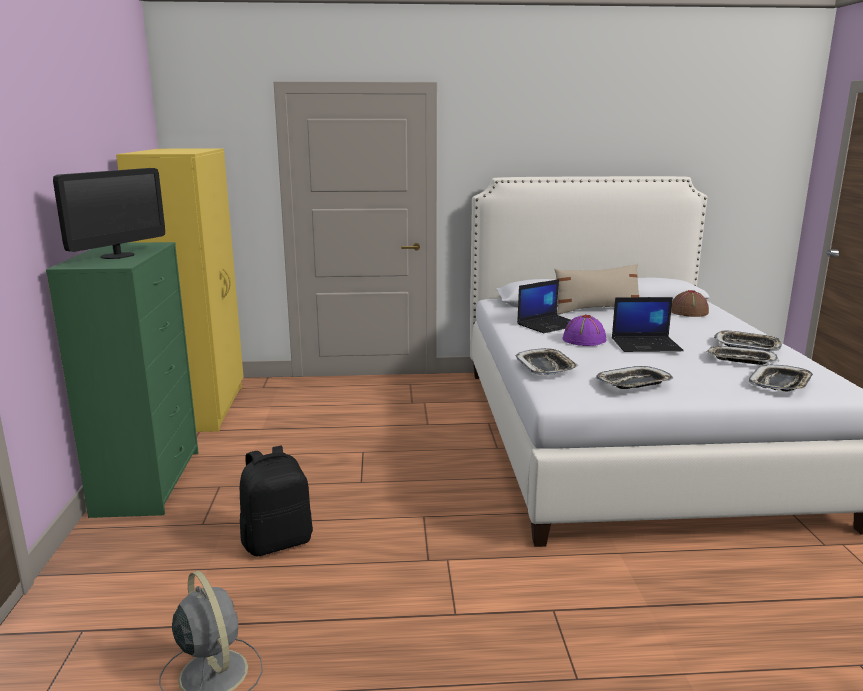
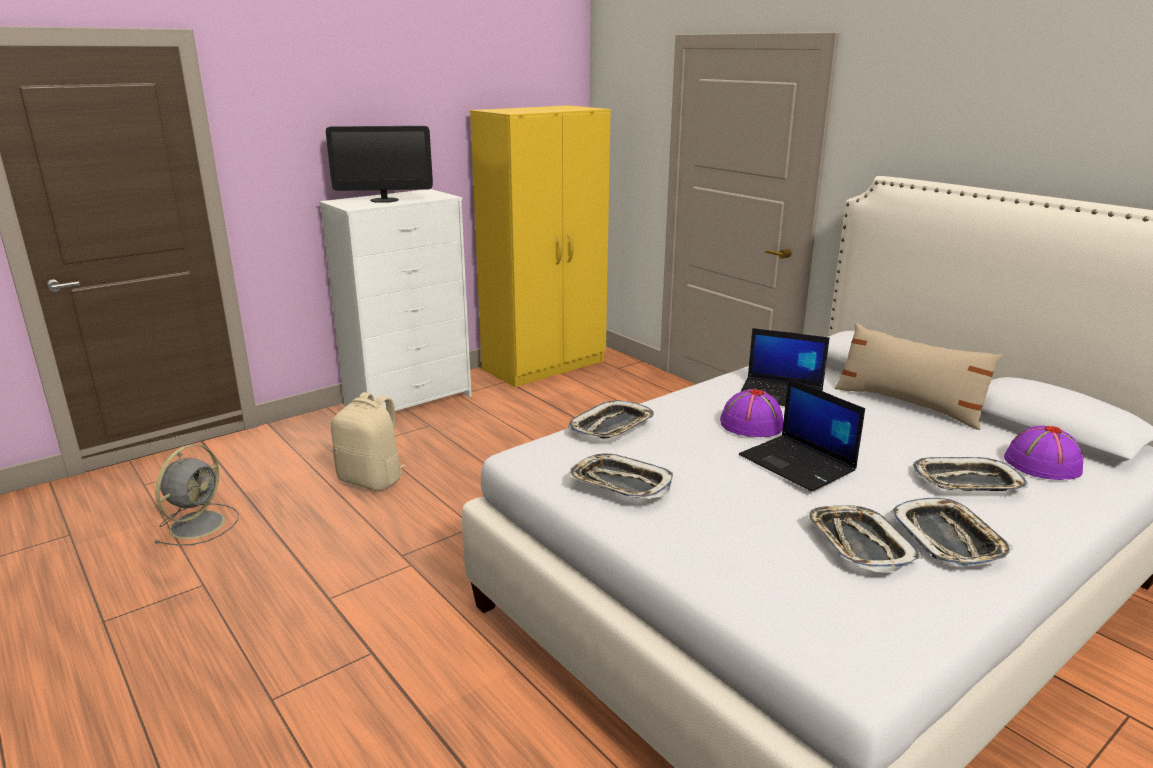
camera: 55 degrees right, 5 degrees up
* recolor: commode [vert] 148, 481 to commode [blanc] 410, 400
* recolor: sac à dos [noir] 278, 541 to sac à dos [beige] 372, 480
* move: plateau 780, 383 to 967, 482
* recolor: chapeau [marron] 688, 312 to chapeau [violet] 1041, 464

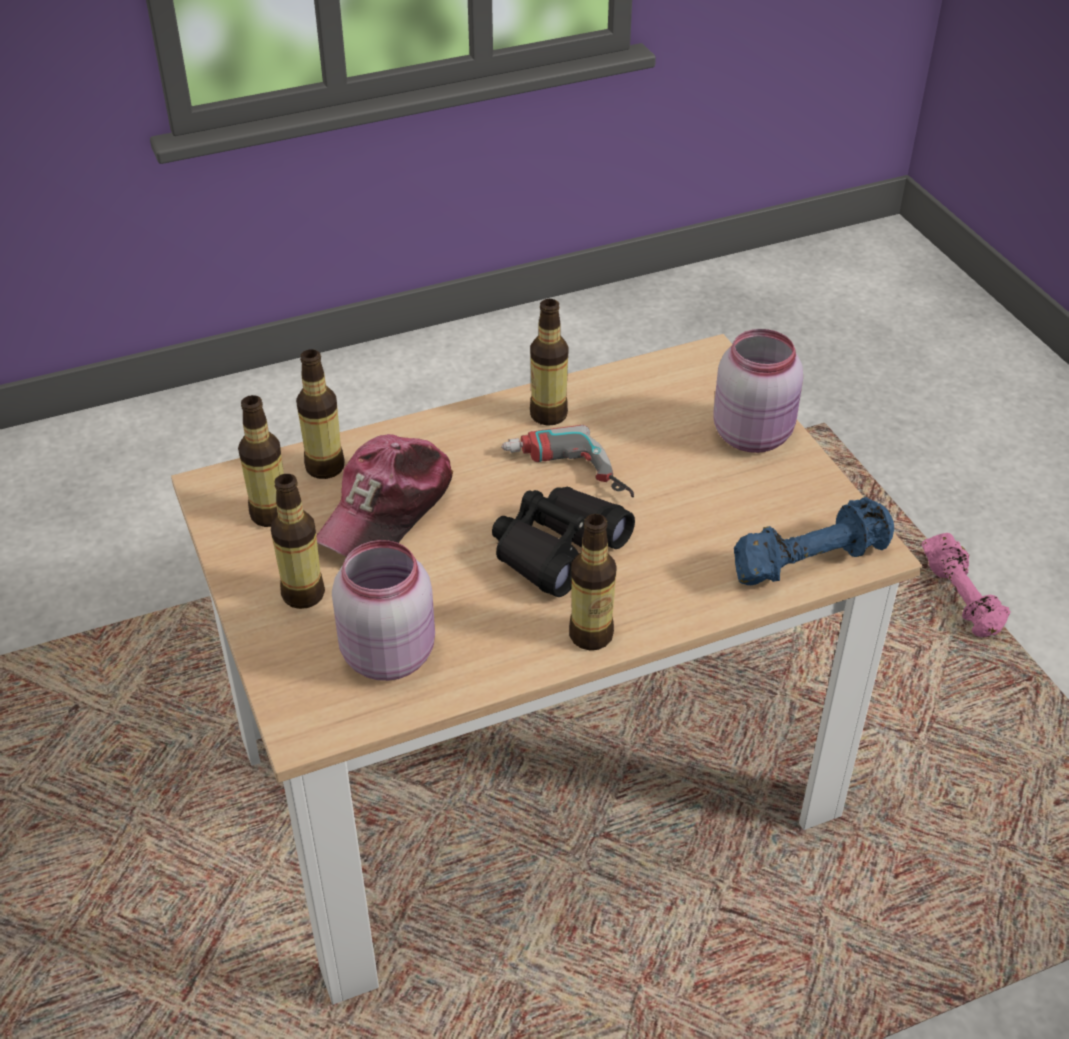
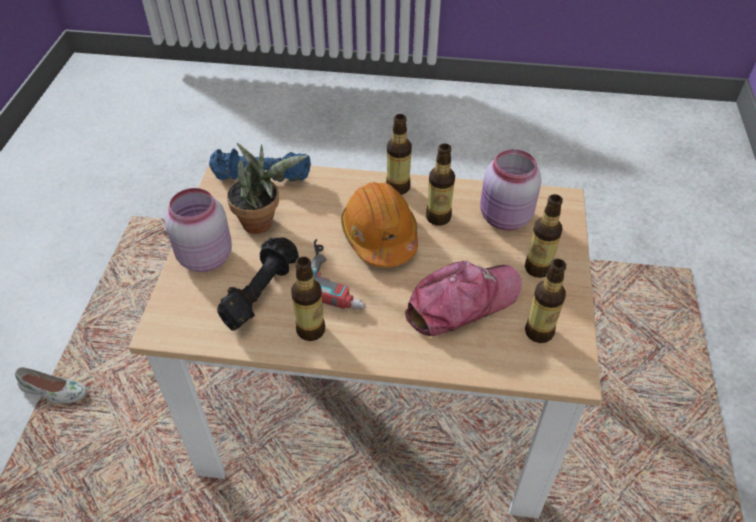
camera: 150 degrees left, 5 degrees up
* replace: haltère [rose] 962, 598 to chaussure [blanc] 54, 391
* insert: haltère [noir] 260, 292
* insert: plante en pot 262, 221
* replace: jumelles [noir] 557, 549 to casque de chantier [orange] 380, 236
* move: bouteille 325, 467 to 438, 217

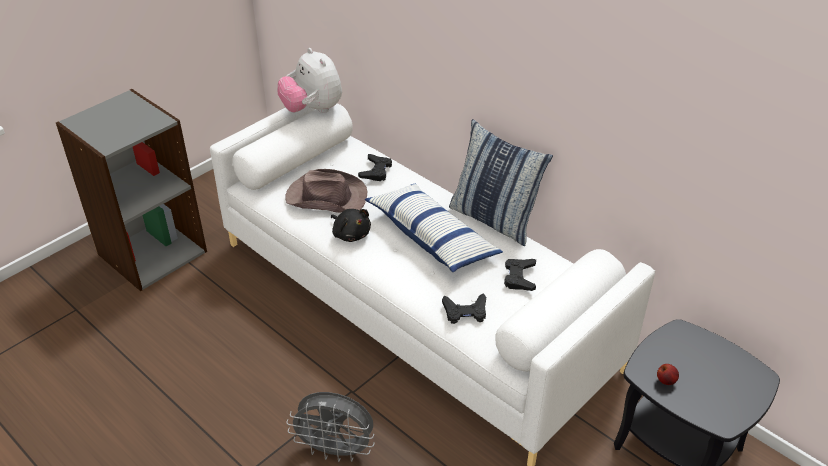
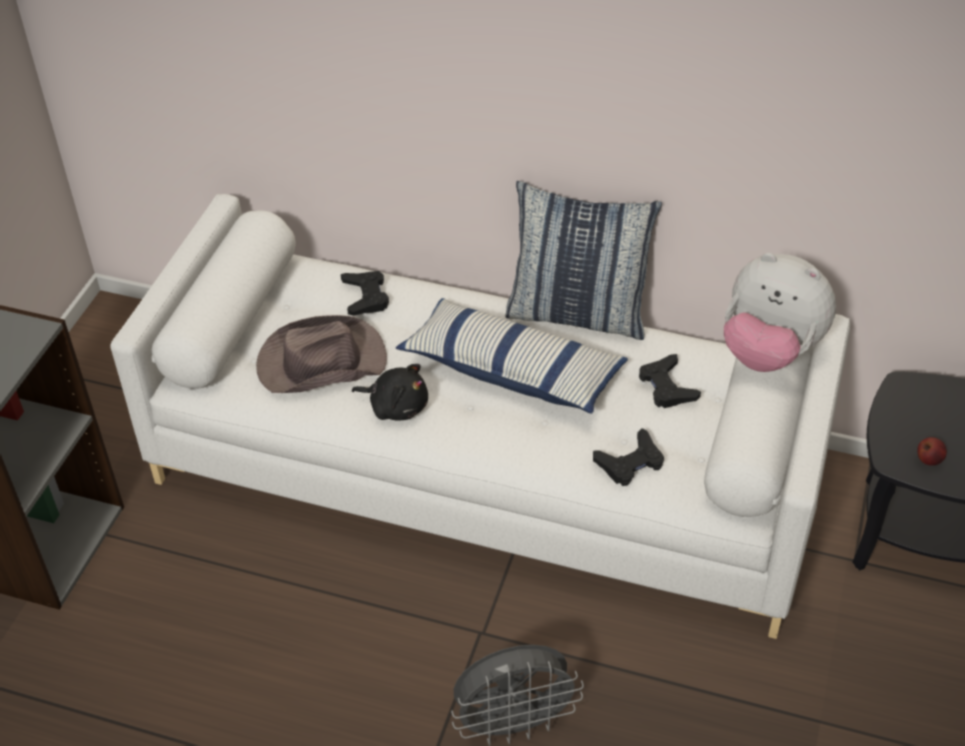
camera: 25 degrees left, 5 degrees up
* move: peluche 312, 110 to 769, 352

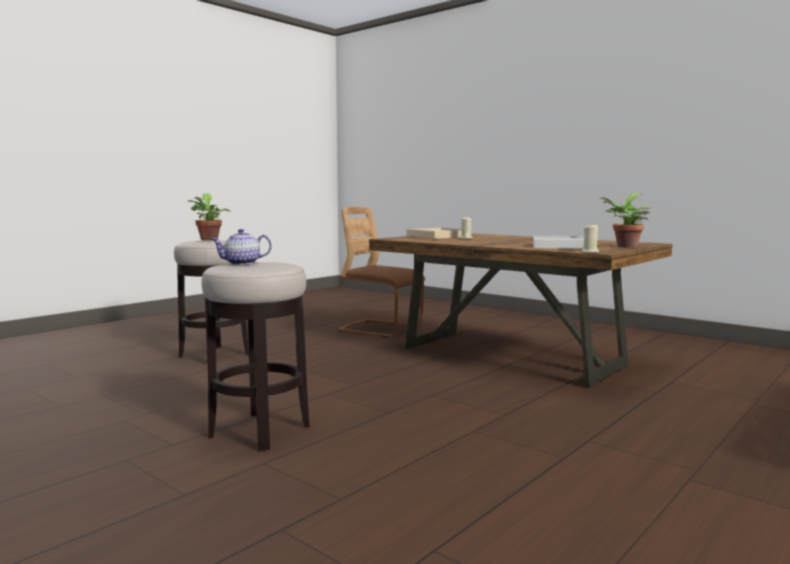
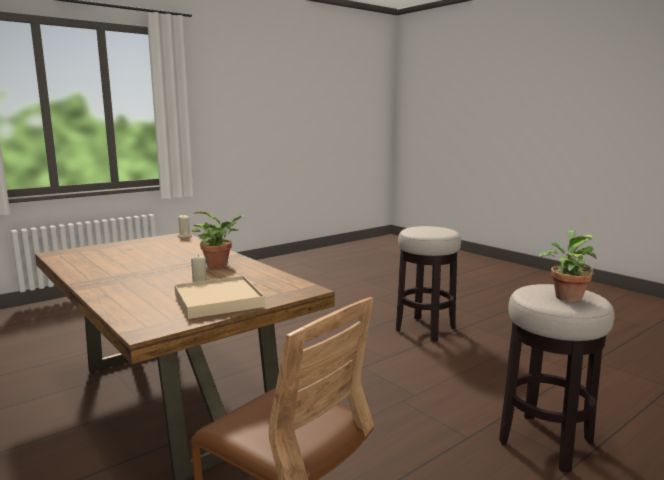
camera: 170 degrees left, 5 degrees up
* move: plante en pot 625, 246 to 220, 265
* delete: théière 242, 263
* delete: plateau [blanc] 562, 246

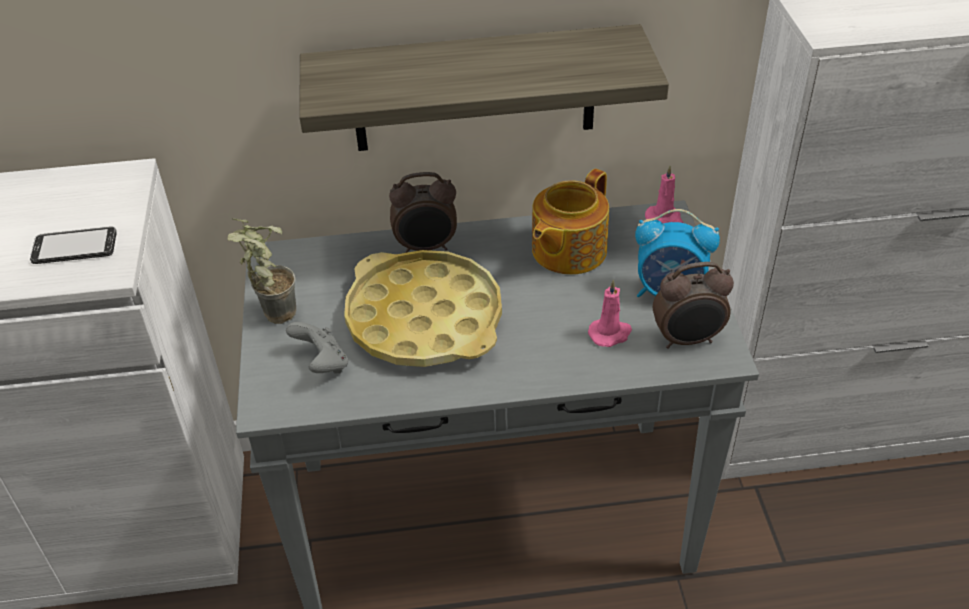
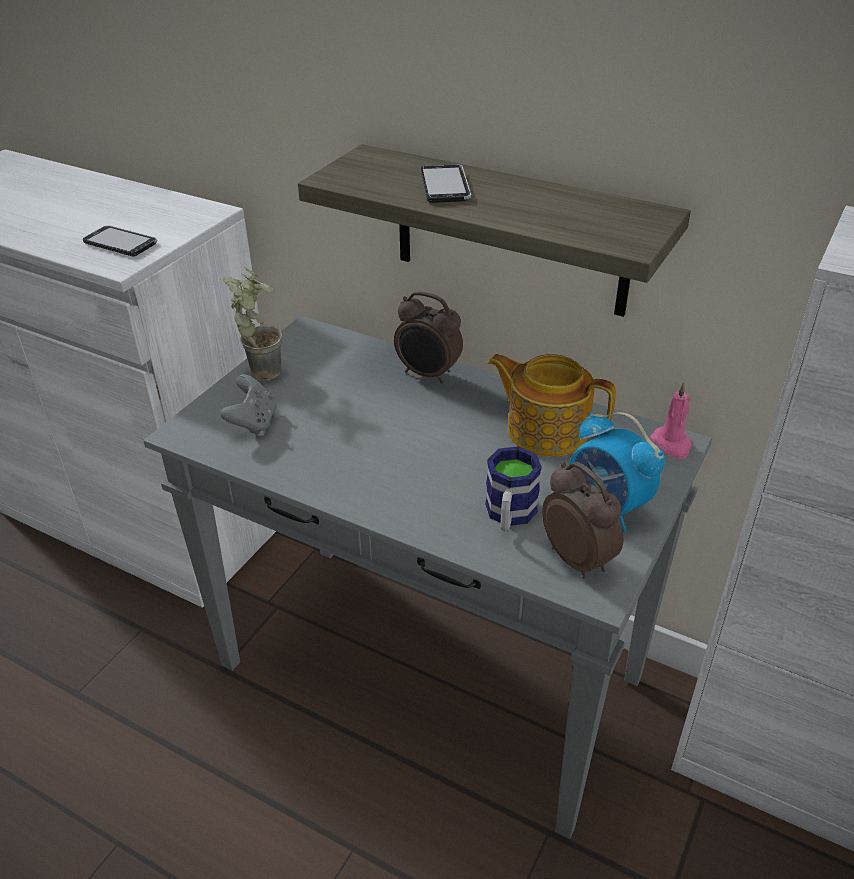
camera: 35 degrees right, 5 degrees down
* insert: téléphone 445, 186
* replace: bougie [rose] 610, 333 to mug 509, 516
* rotate: théière 567, 250 = 546, 429 45 degrees clockwise
* rotate: réveil 687, 340 = 578, 558 150 degrees counterclockwise
* delete: plateau [jaune] 424, 319

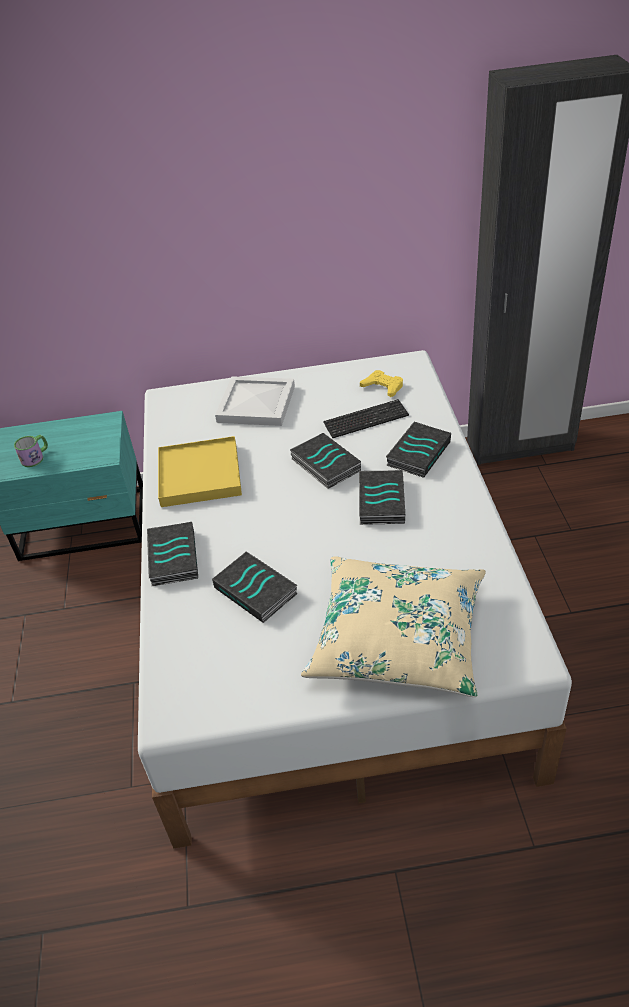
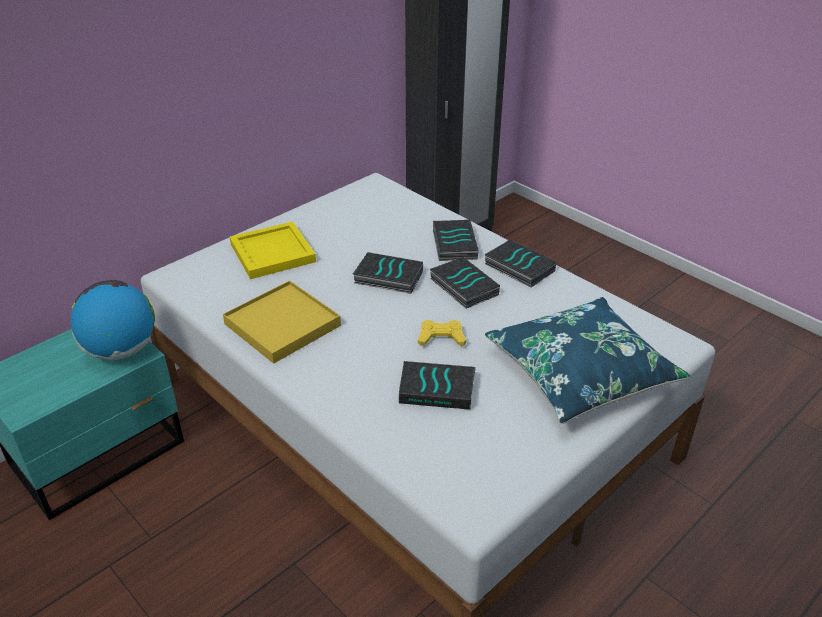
camera: 40 degrees left, 5 degrees down
* insert: globe 121, 350
* recolor: plateau [blanc] 257, 405 to plateau [jaune] 274, 253
* move: manette [jaune] 383, 387 to 441, 337
* move: livre 172, 557 to 518, 268
* recolor: coussin [beige] 398, 637 to coussin [bleu] 581, 372
* delete: mug 36, 457
* delete: clavier 366, 420

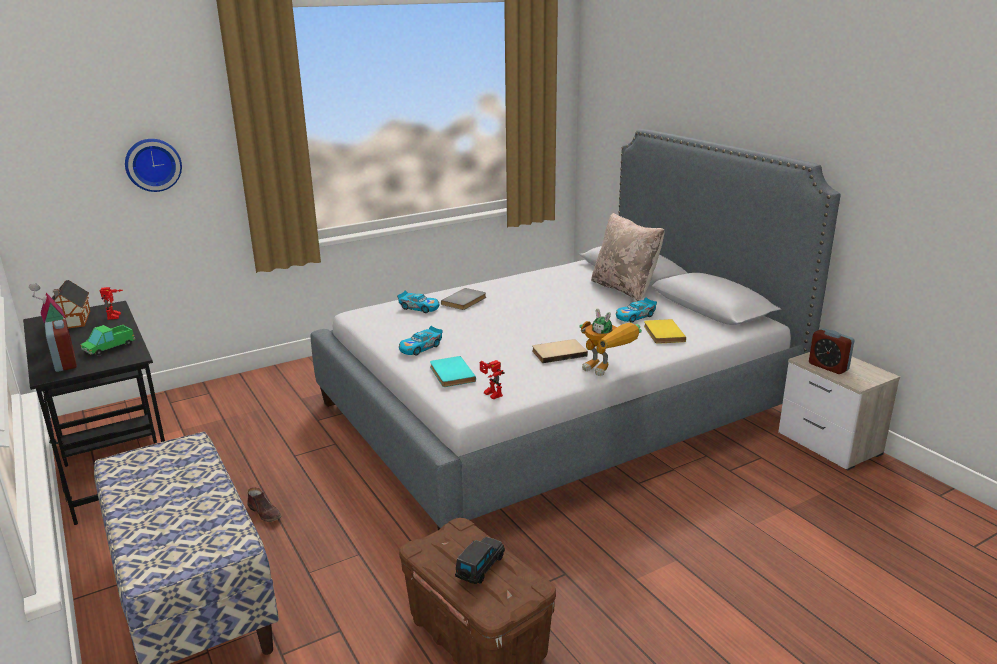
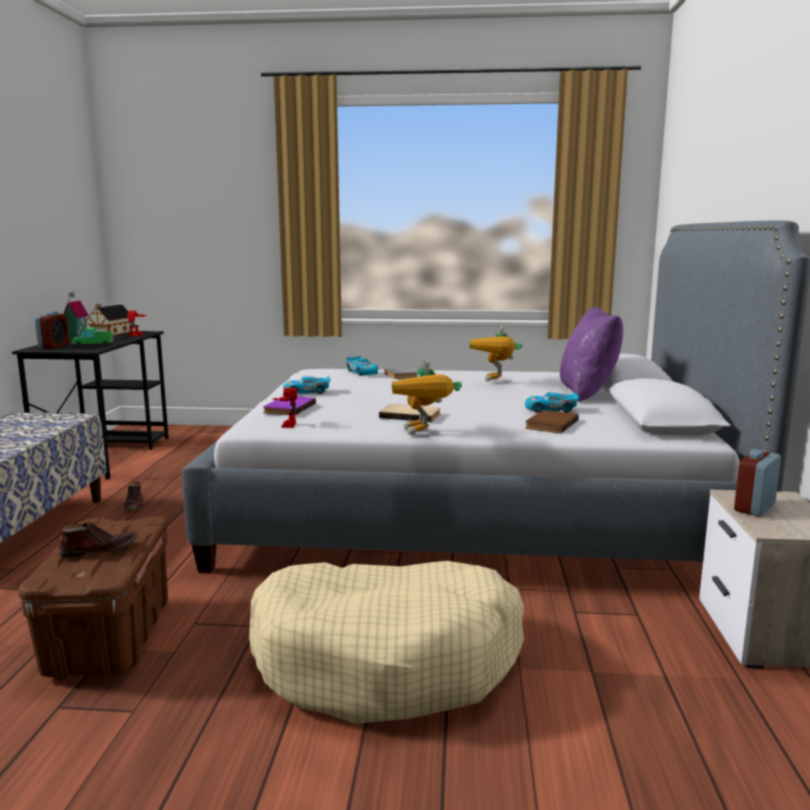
camera: 35 degrees right, 10 degrees down
* replace: petite voiture [noir] 480, 568 to chaussure [marron] 99, 549
* insert: panier pour chien [beige] 387, 660
* recolor: livre [turquoise] 450, 374 to livre [violet] 288, 408
* insert: robot jouet 497, 382
* recolor: livre [jaune] 662, 333 to livre [marron] 549, 424
* recolor: coussin [beige] 625, 289 to coussin [violet] 587, 393
* rotate: réveil 828, 367 = 754, 507 45 degrees clockwise
* delete: horloge murale 153, 164

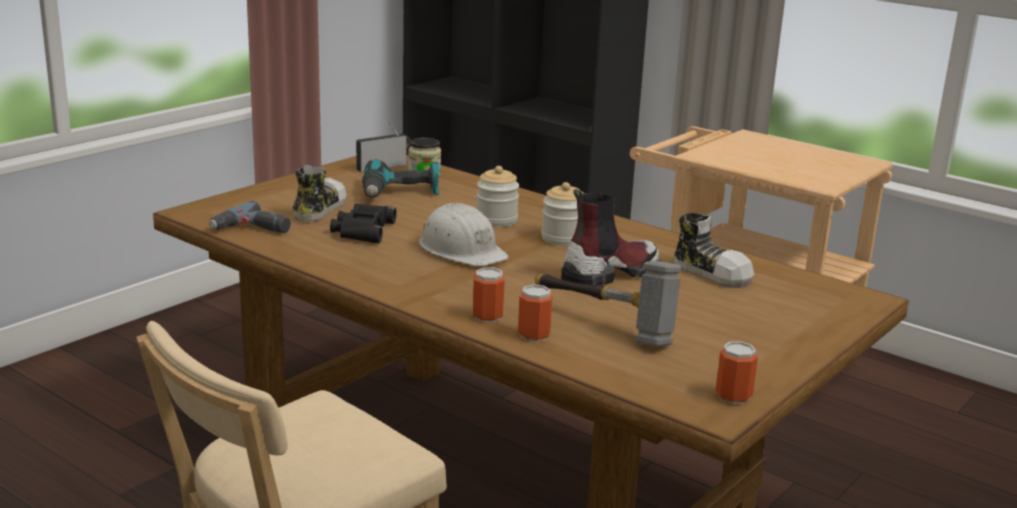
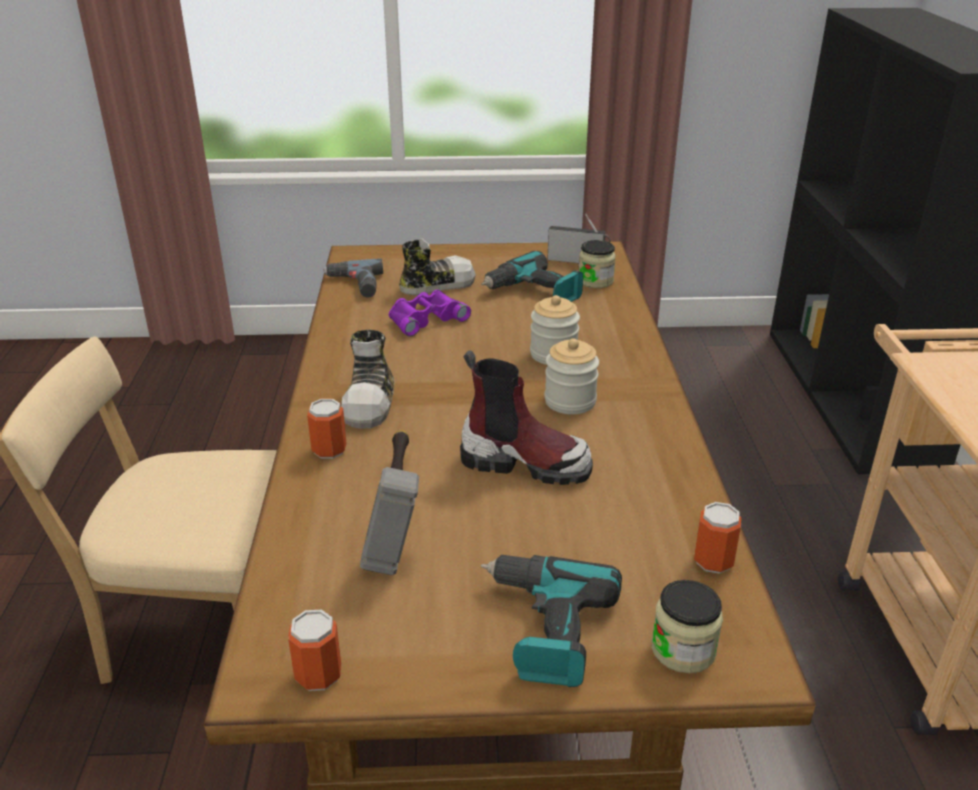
camera: 50 degrees right, 10 degrees up
* move: chaussure 712, 273 to 371, 402
* recolor: jumelles [noir] 362, 230 to jumelles [violet] 425, 318
* insert: perceuse 544, 628
* insert: bocal 683, 650
* move: boîte métallique 534, 335 to 713, 561
* delete: casque de chantier [blanc] 462, 250

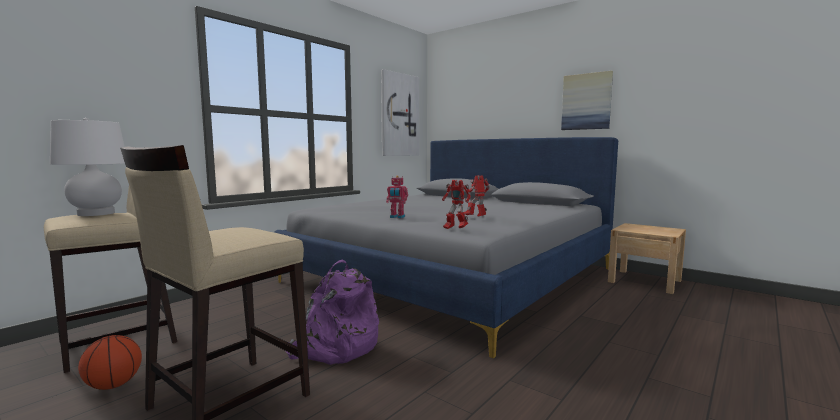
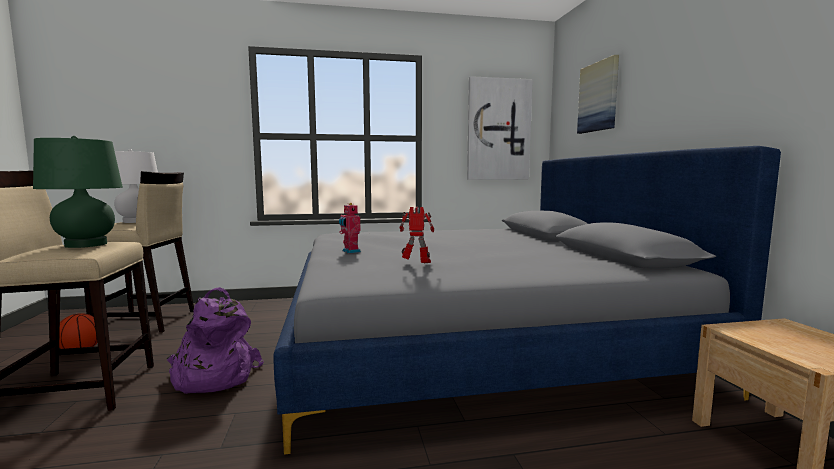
camera: 40 degrees right, 0 degrees up
* insert: lampe de table [vert] 86, 245
* move: tableau 586, 101 to 598, 97
* delete: robot jouet 455, 229

